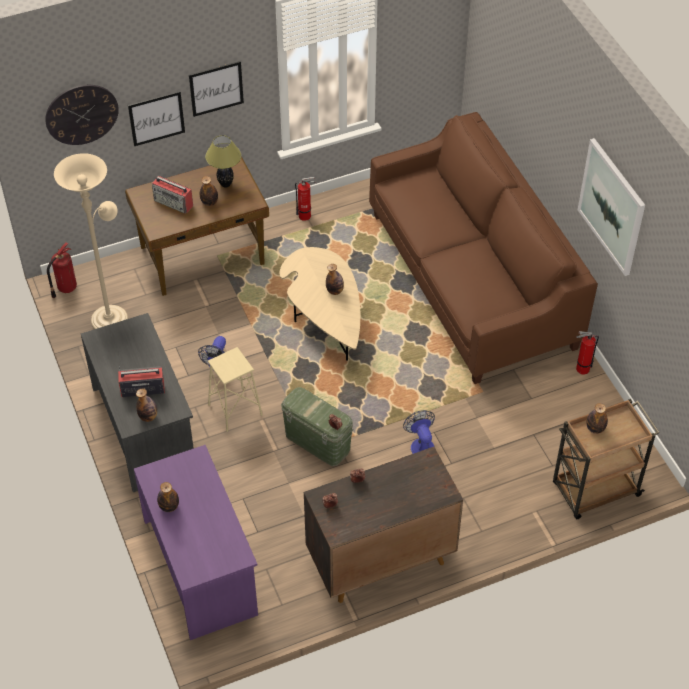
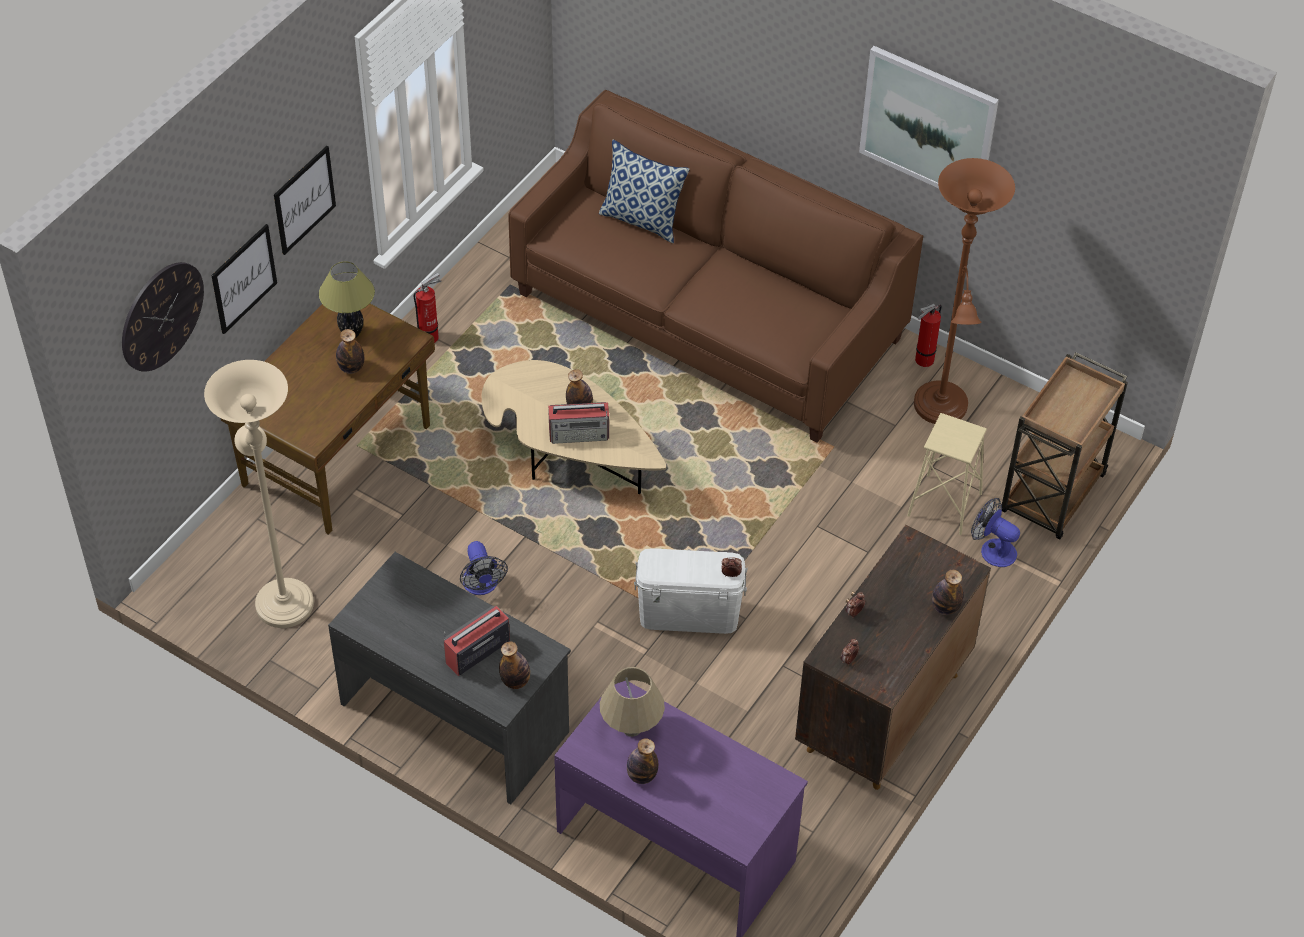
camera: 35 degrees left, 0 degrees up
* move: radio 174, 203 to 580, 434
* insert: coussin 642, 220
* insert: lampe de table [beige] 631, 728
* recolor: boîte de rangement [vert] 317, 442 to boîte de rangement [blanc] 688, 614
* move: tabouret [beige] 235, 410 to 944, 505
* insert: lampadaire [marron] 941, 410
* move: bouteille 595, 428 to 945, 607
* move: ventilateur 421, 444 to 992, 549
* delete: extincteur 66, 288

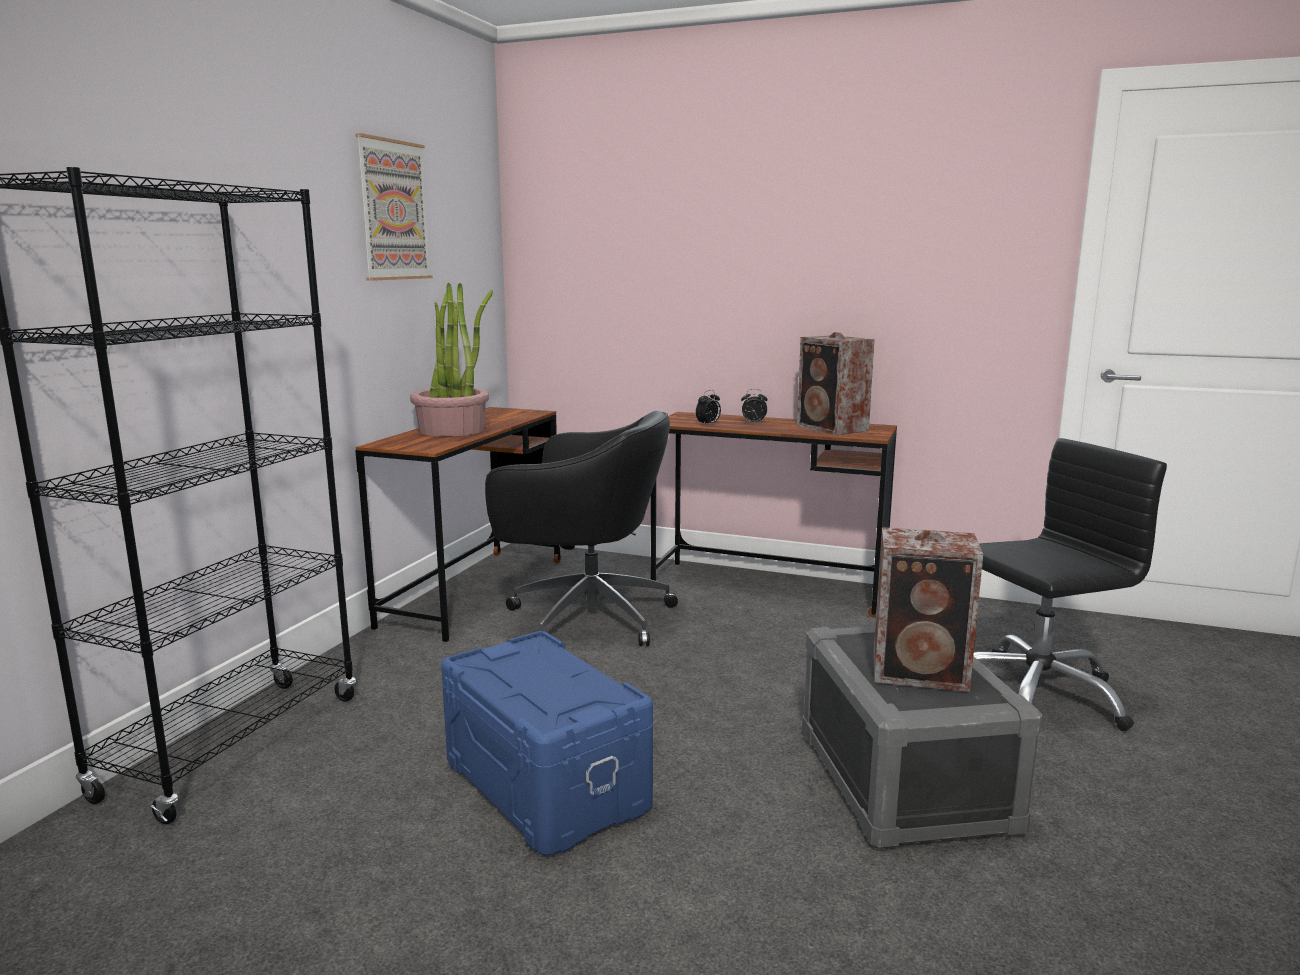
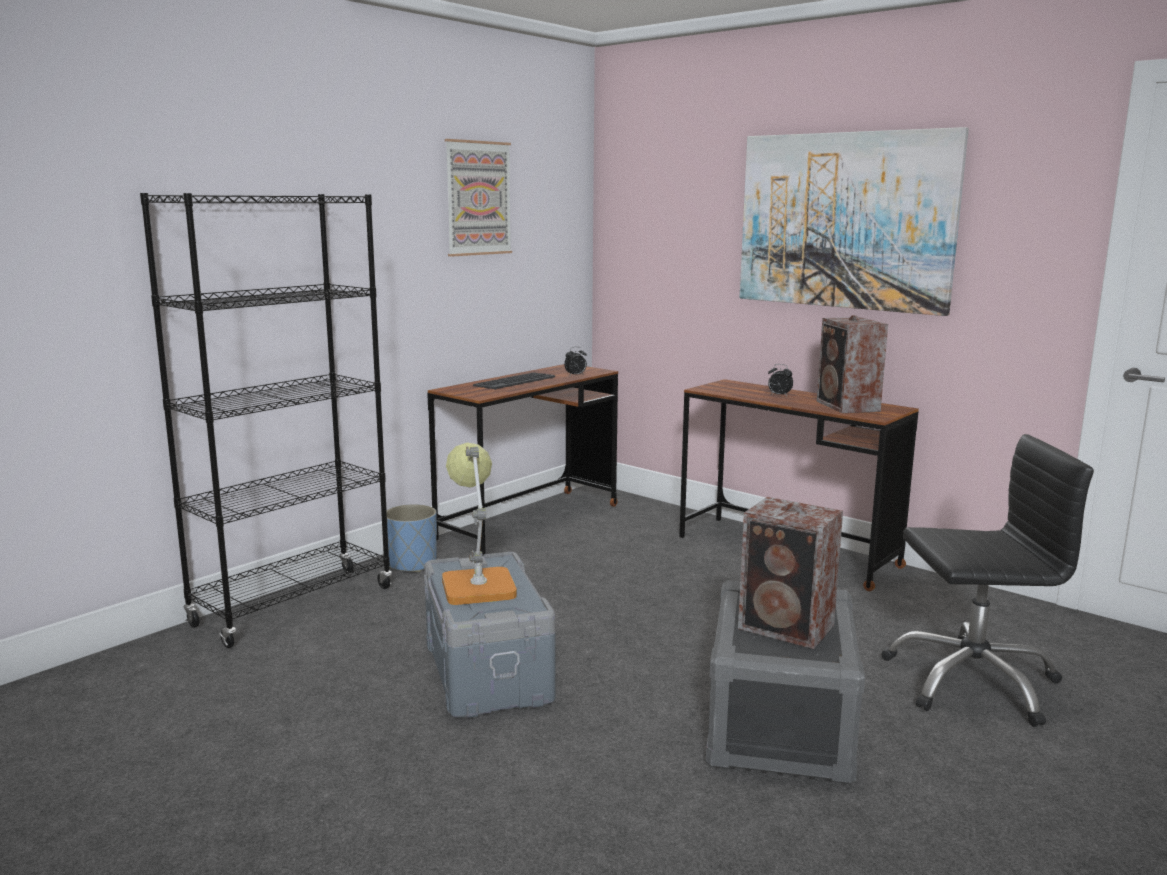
camera: 20 degrees right, 0 degrees up
* insert: cache-pot [bleu] 412, 564
* recolor: boîte de rangement [bleu] 543, 786 to boîte de rangement [gris] 485, 672
* insert: lampe de table 476, 583
* replace: plante en pot 452, 430 to clavier 514, 382
* move: réveil 708, 424 to 575, 375
* insert: tableau 844, 221
* delete: chaise de bureau [noir] 585, 617

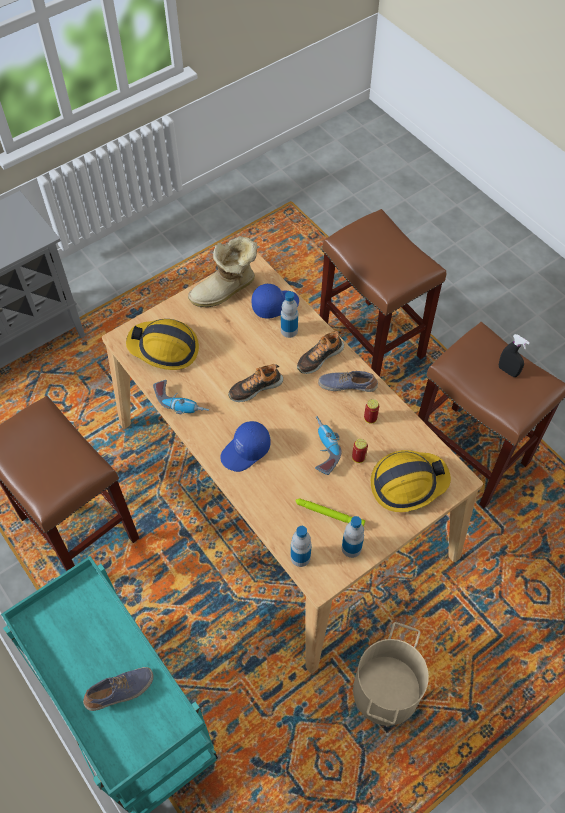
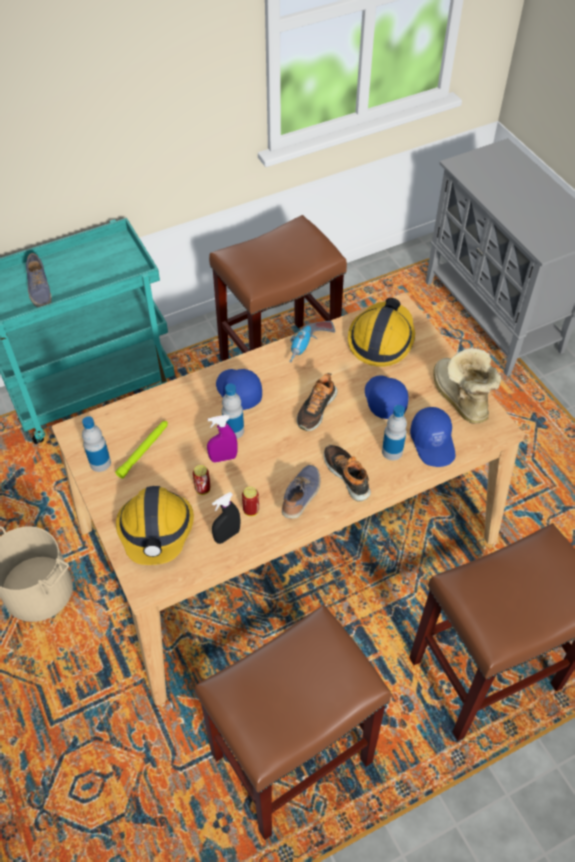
camera: 100 degrees right, 5 degrees down
* replace: perceuse 322, 448 to vaporisateur [violet] 223, 458
* move: vaporisateur [noir] 508, 371 to 227, 535
* move: bouteille 300, 557 to 233, 431
* rotate: chaussure 255, 388 = 316, 409 135 degrees counterclockwise
* insert: casquette [bleu] 384, 399

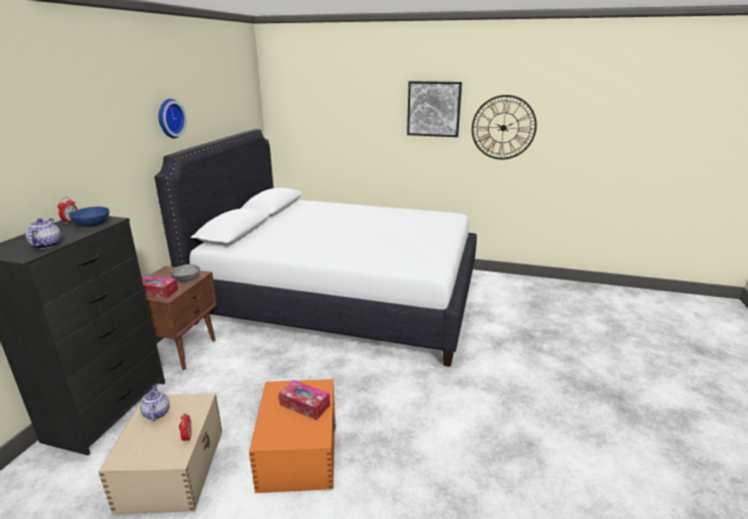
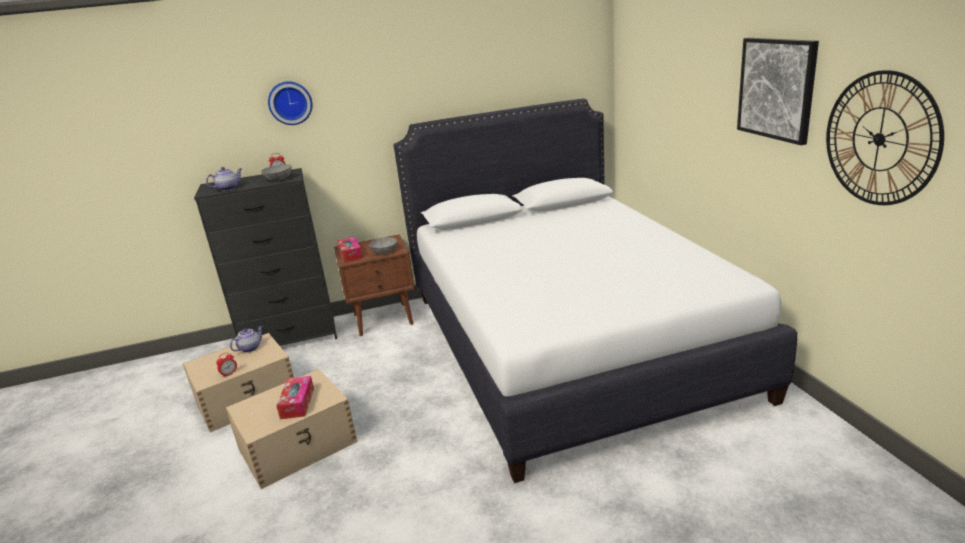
camera: 60 degrees right, 0 degrees up
* recolor: boîte de rangement [orange] 299, 450 to boîte de rangement [beige] 299, 445
* recolor: bol [bleu] 92, 224 to bol [gris] 279, 179
* move: horloge murale 169, 118 to 290, 103

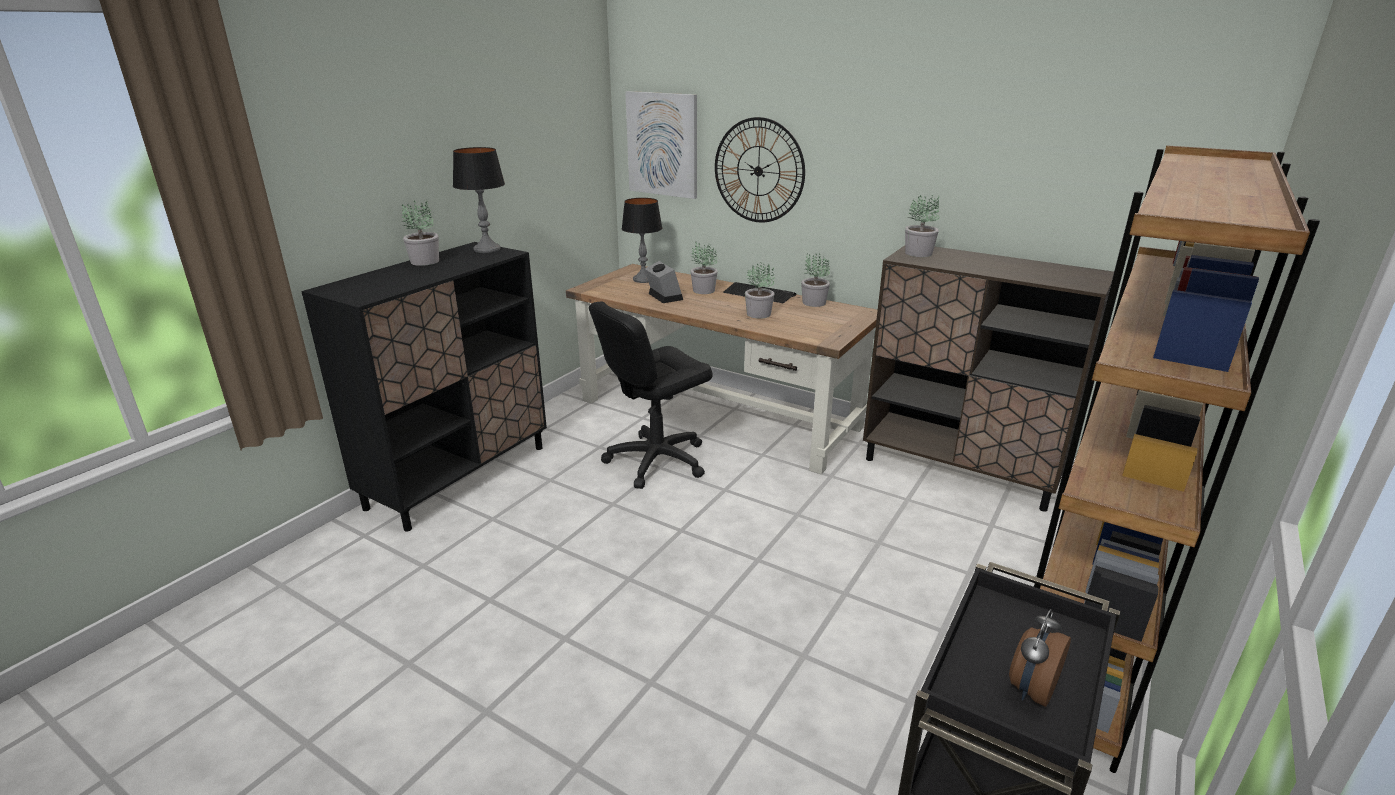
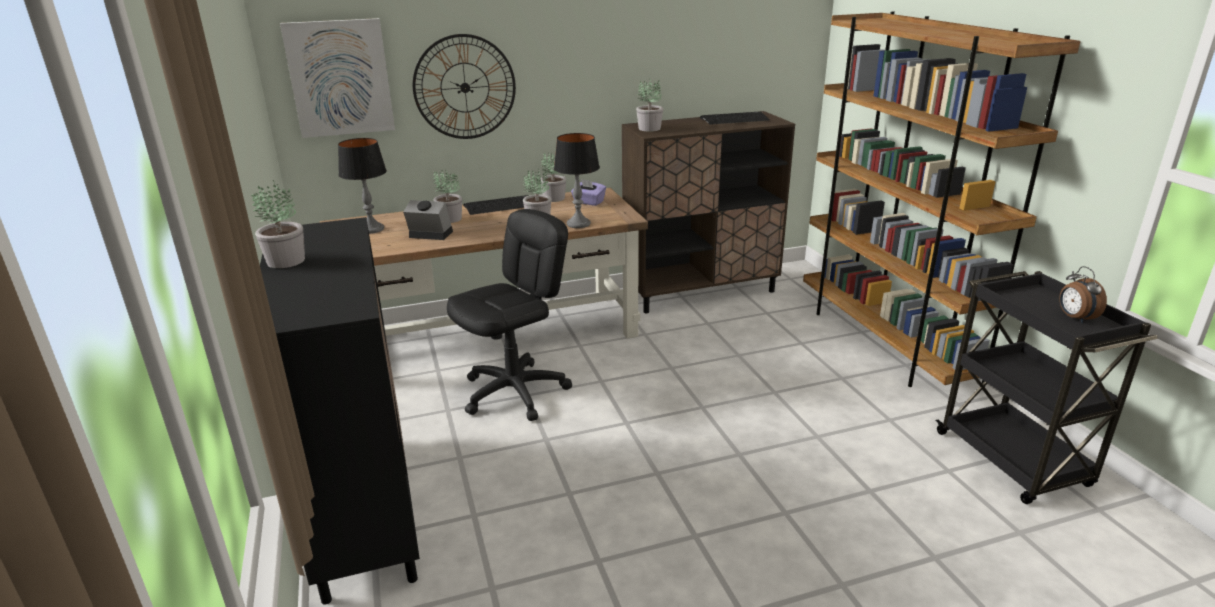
camera: 50 degrees left, 0 degrees up
* rotate: chaise de bureau [noir] 656, 460 = 515, 392 135 degrees counterclockwise
* move: lampe de table 487, 249 to 578, 224
* insert: boîte à mouchoirs [violet] 588, 202
* insert: clavier 734, 119

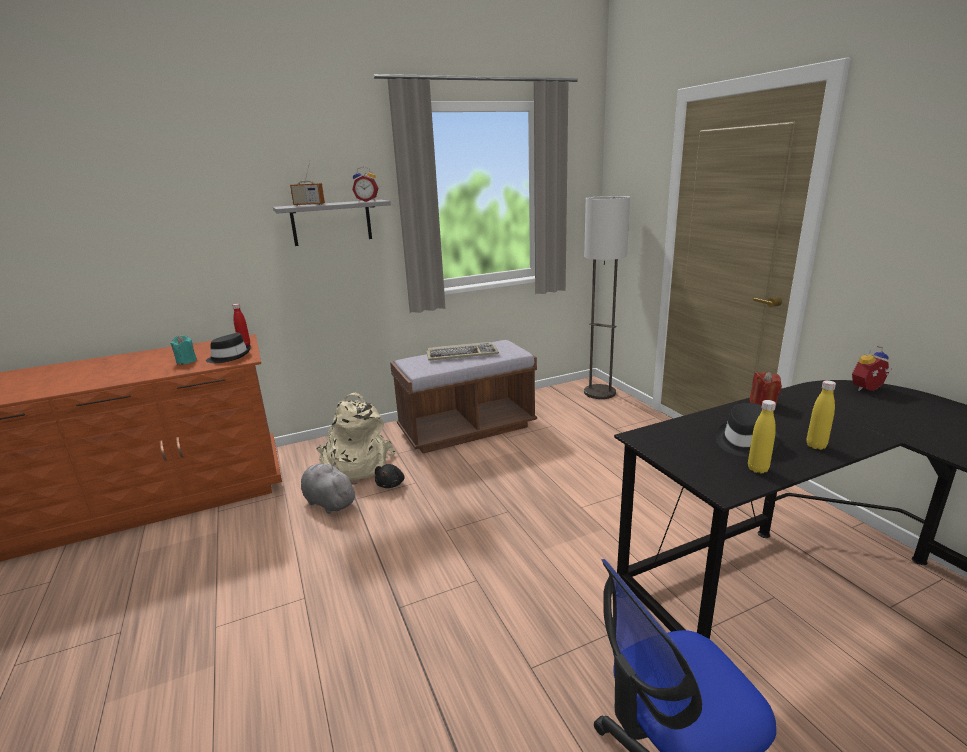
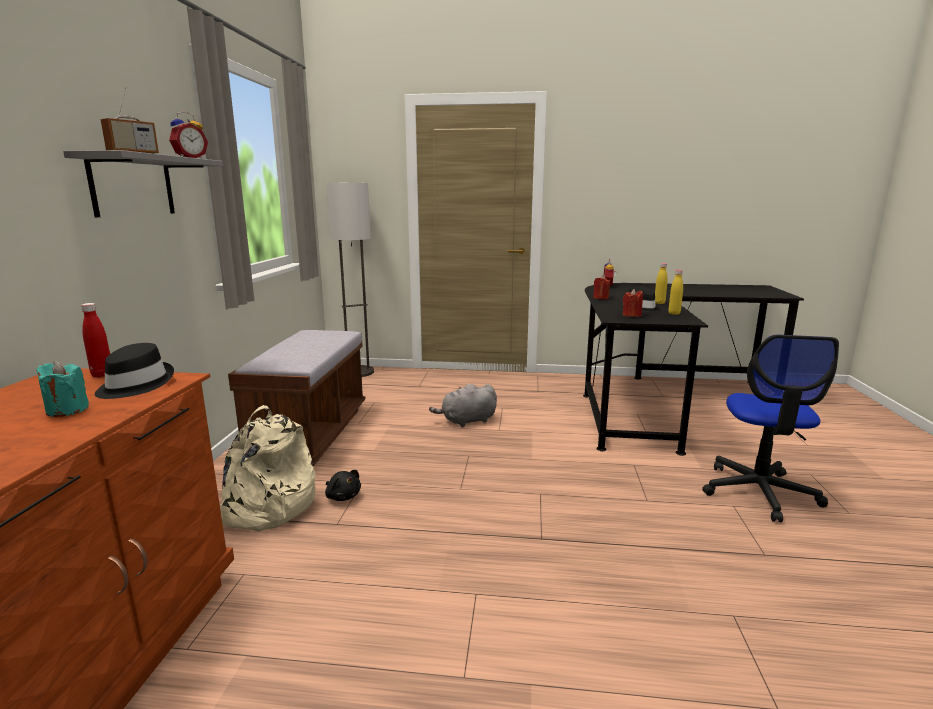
camera: 60 degrees left, 5 degrees down
* move: peluche [gris] 328, 502 to 467, 421
* insert: bougie [rouge] 631, 315
* delete: clavier 462, 354

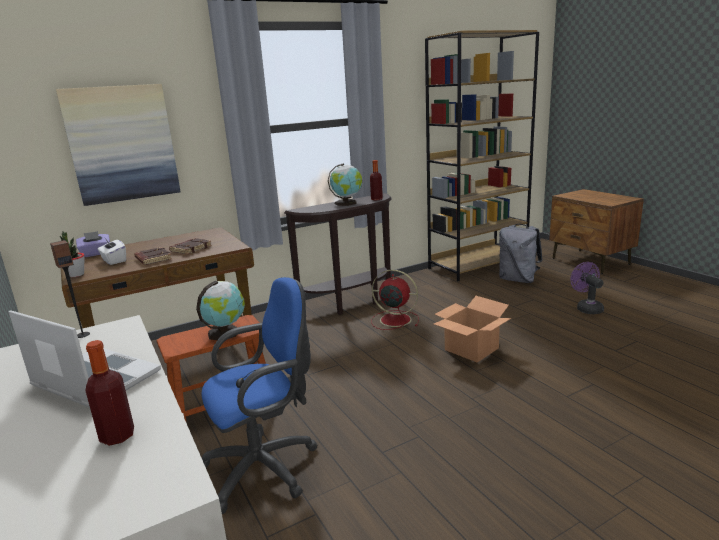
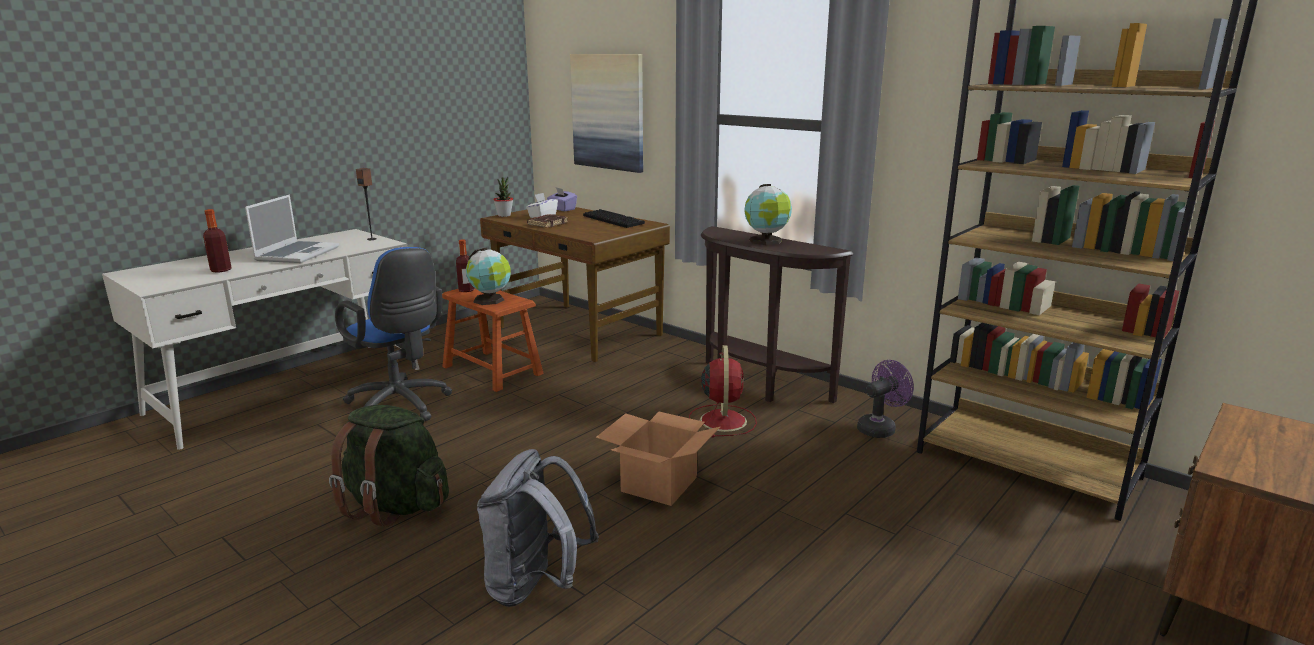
camera: 70 degrees right, 0 degrees up
* insert: sac à dos [vert] 395, 506
* move: bouteille 376, 199 to 466, 290
* move: sac à dos [gris] 518, 280 to 535, 586
* insert: clavier 614, 220
* move: ventilateur [violet] 587, 308 to 880, 428
* delete: livre [marron] 191, 249

